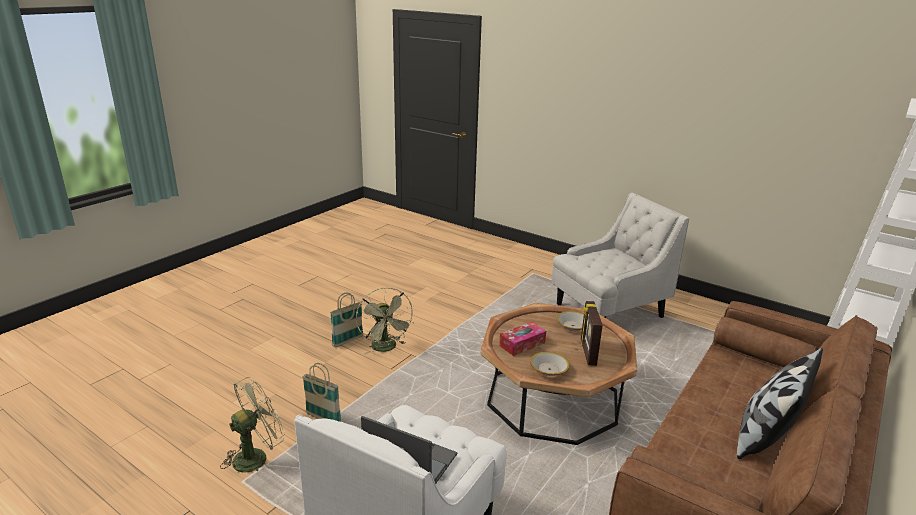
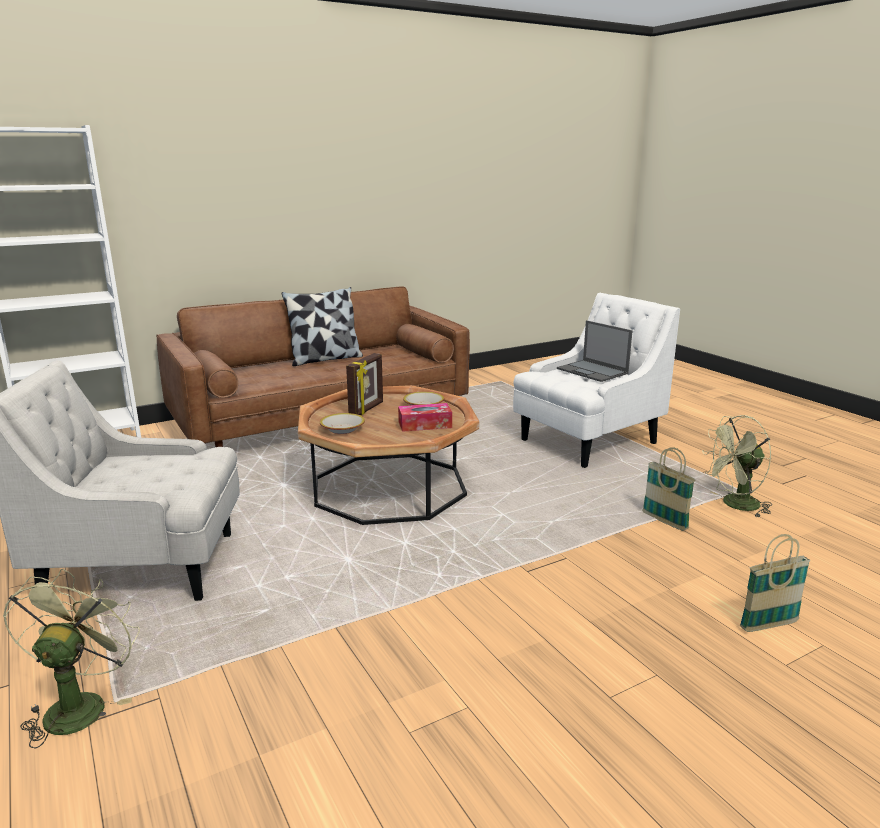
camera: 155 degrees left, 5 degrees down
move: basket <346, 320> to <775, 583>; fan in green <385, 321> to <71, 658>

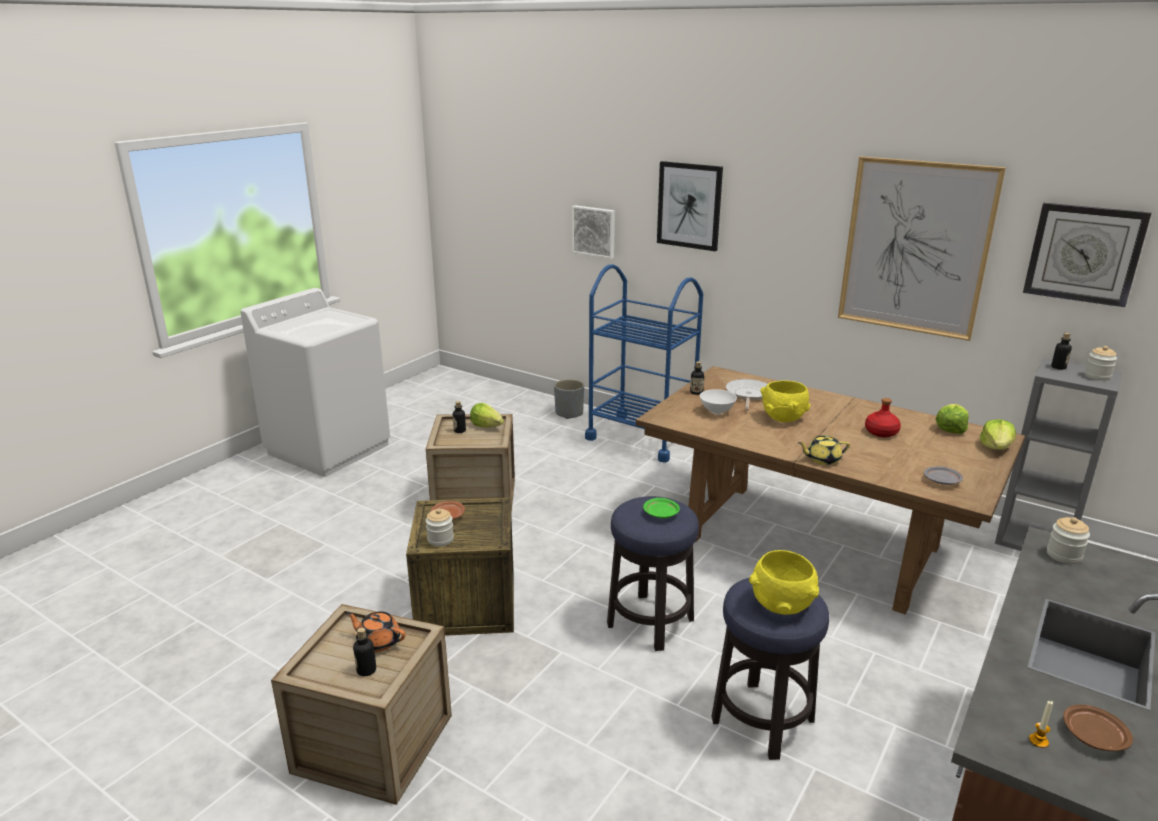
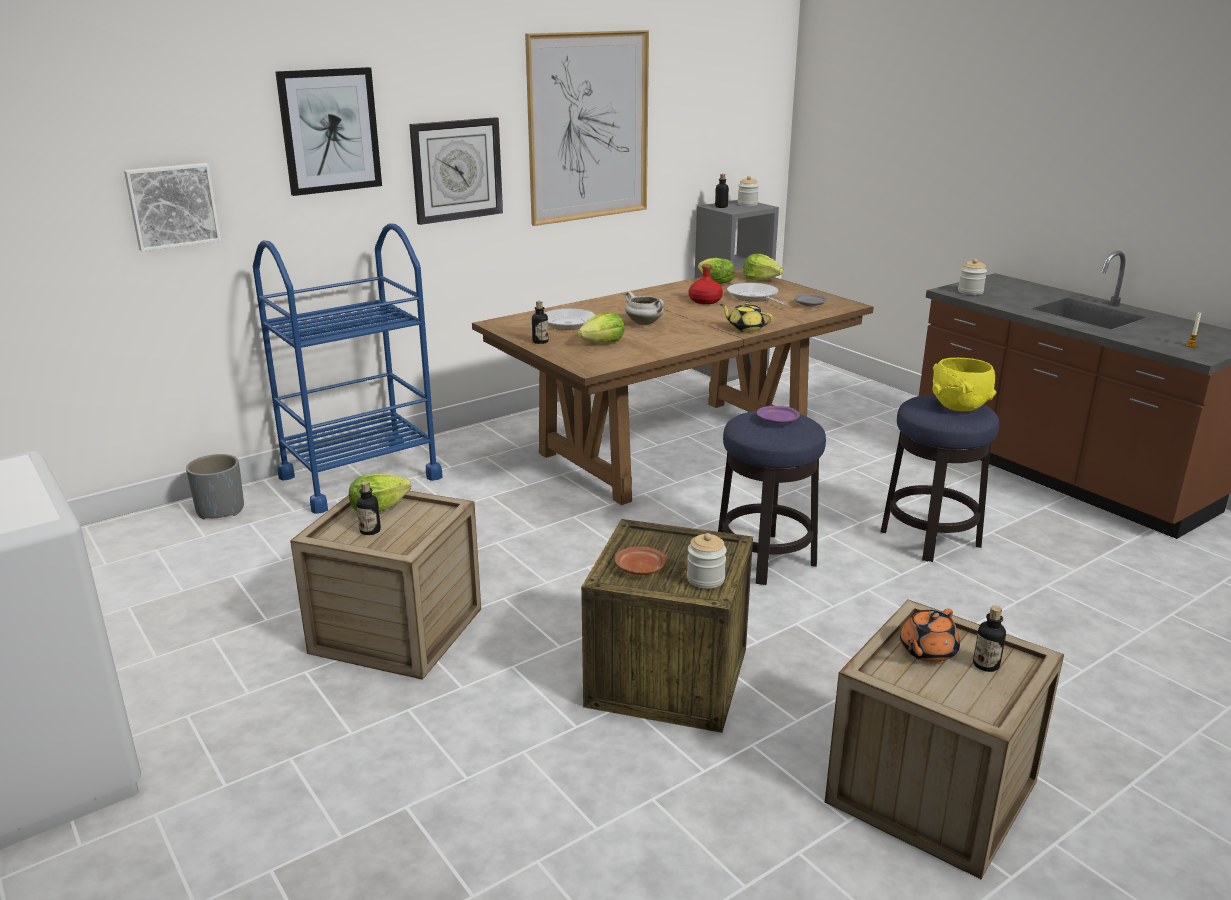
camera: 70 degrees left, 0 degrees up
delete: plate in brown <1098, 727>
insert: frying pan <757, 294>
move: wall clock <1087, 255> to <456, 171>
replace: bowl in white <718, 401> to lettuce <601, 327>; bowl in yellow <785, 401> to cooking pot in white <644, 308>
recolor: plate in green <661, 508> to plate in purple <778, 415>
rotate: teapot in yellow <824, 450> = <746, 317> 105 degrees clockwise

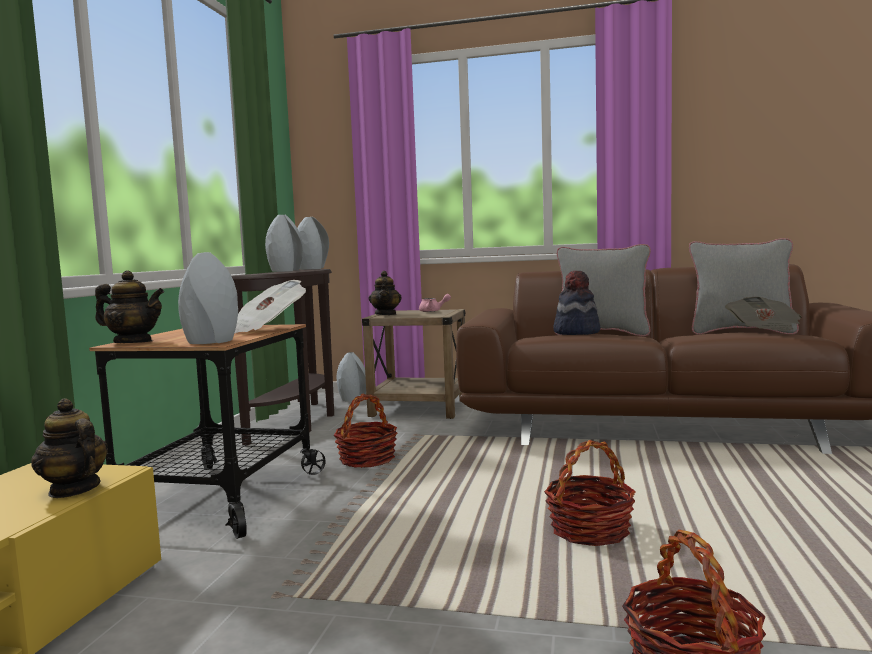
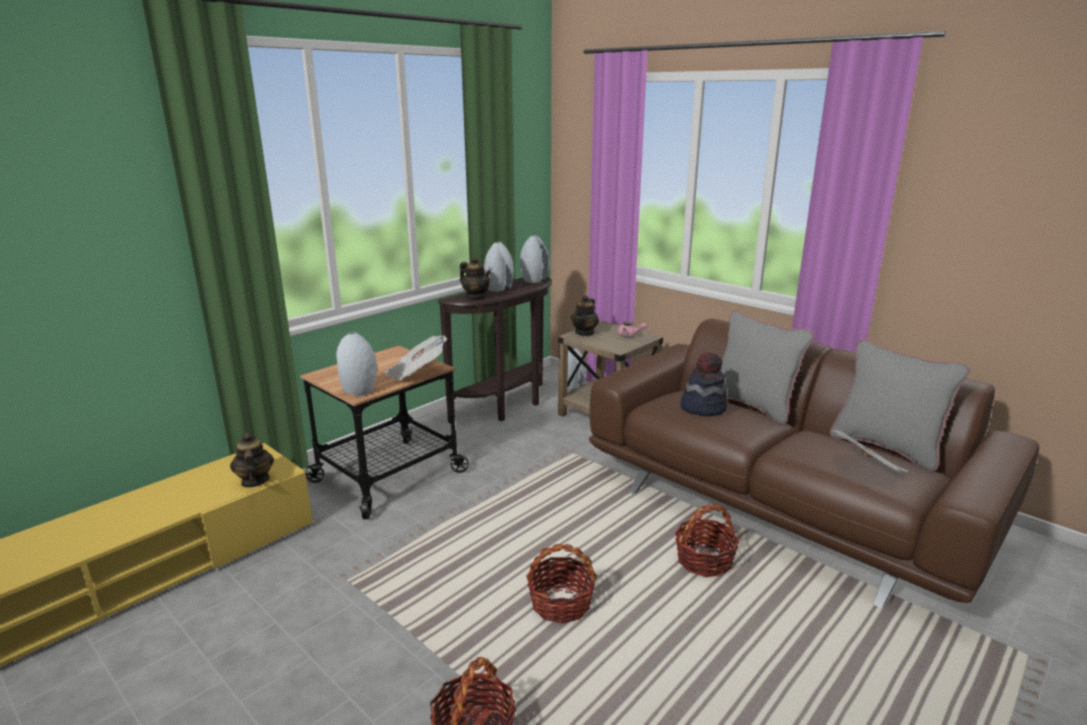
camera: 30 degrees right, 15 degrees up
move: teapot <129, 307> to <475, 278>; basket <365, 431> to <707, 540>

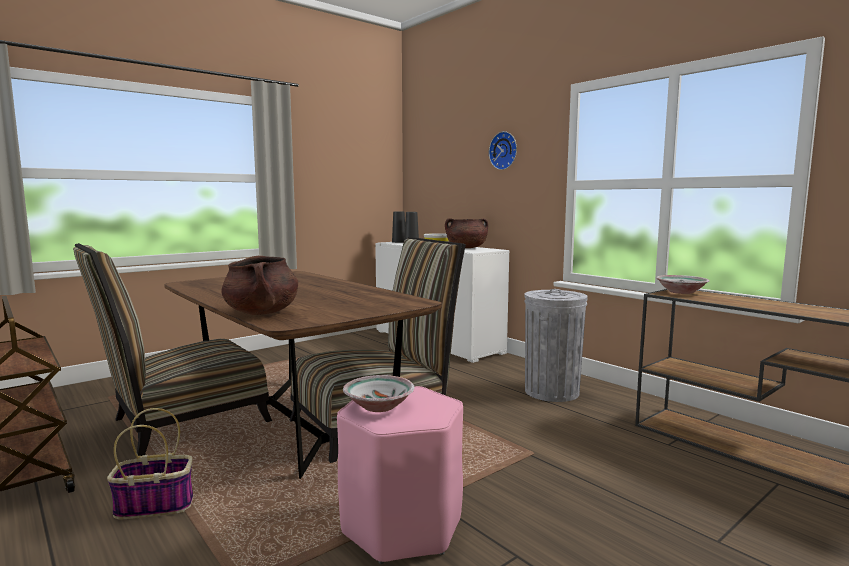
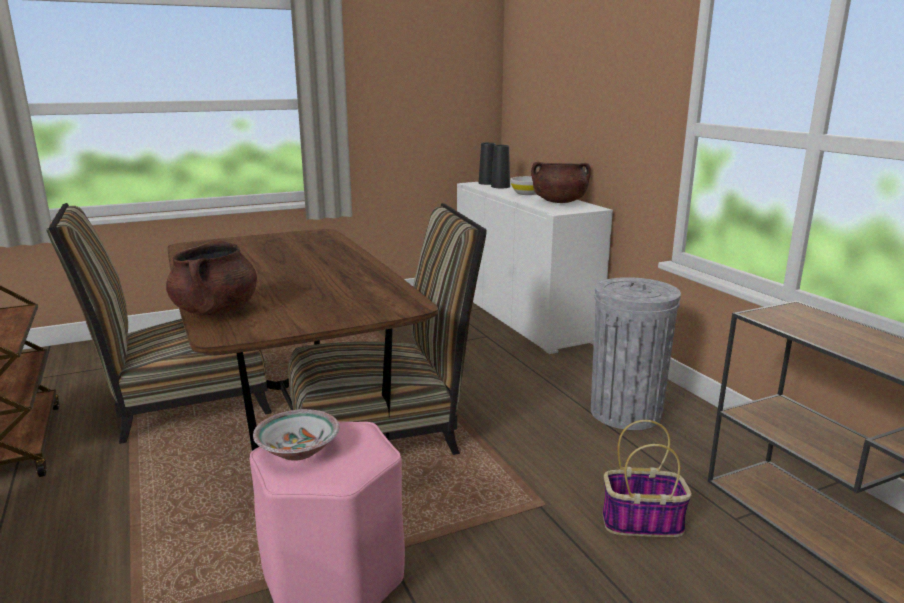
camera: 15 degrees right, 10 degrees up
delete: wall clock <503, 150>; bowl <682, 284>
move: basket <150, 463> to <647, 478>

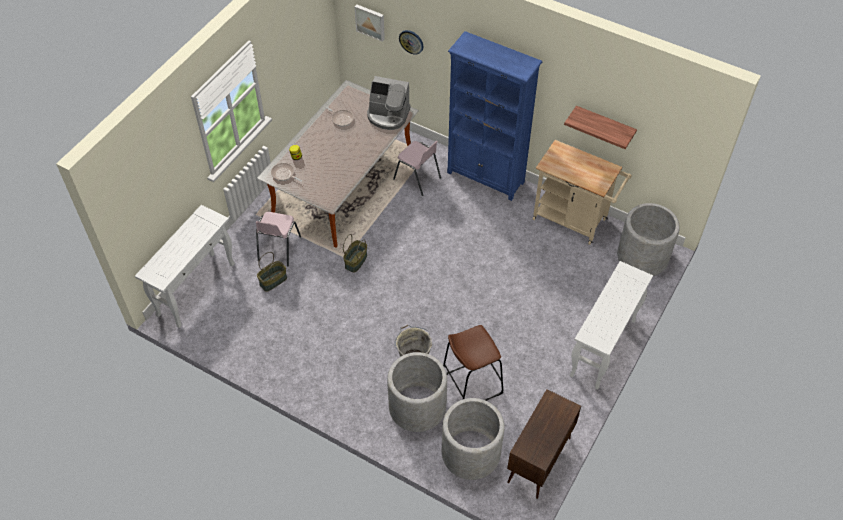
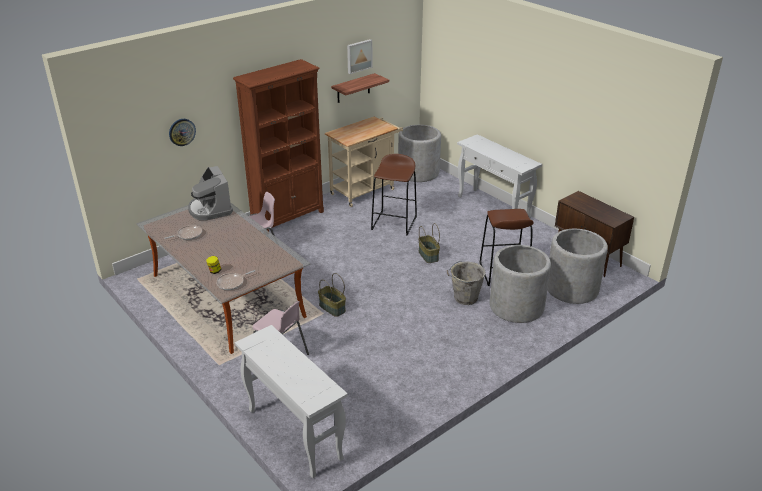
camera: 70 degrees left, 20 degrees down
insert: stool in brown <394, 195>
move: basket <272, 272> to <429, 243>; picture <369, 23> to <360, 56>
recolor: bookcase in blue <494, 116> to bookcase in brown <278, 145>
rotate: coffee machine <389, 103> = <210, 193> 120 degrees clockwise

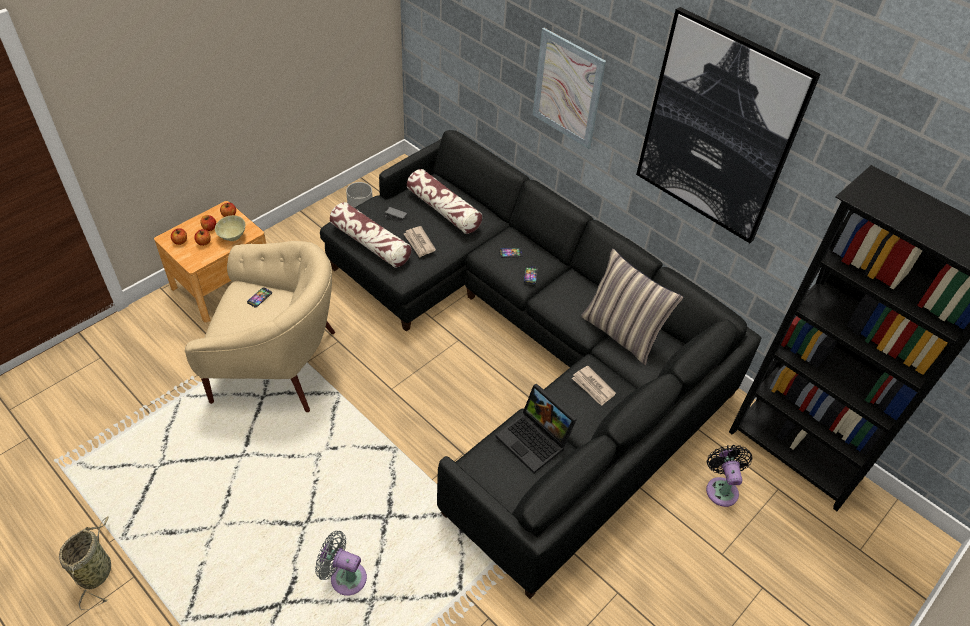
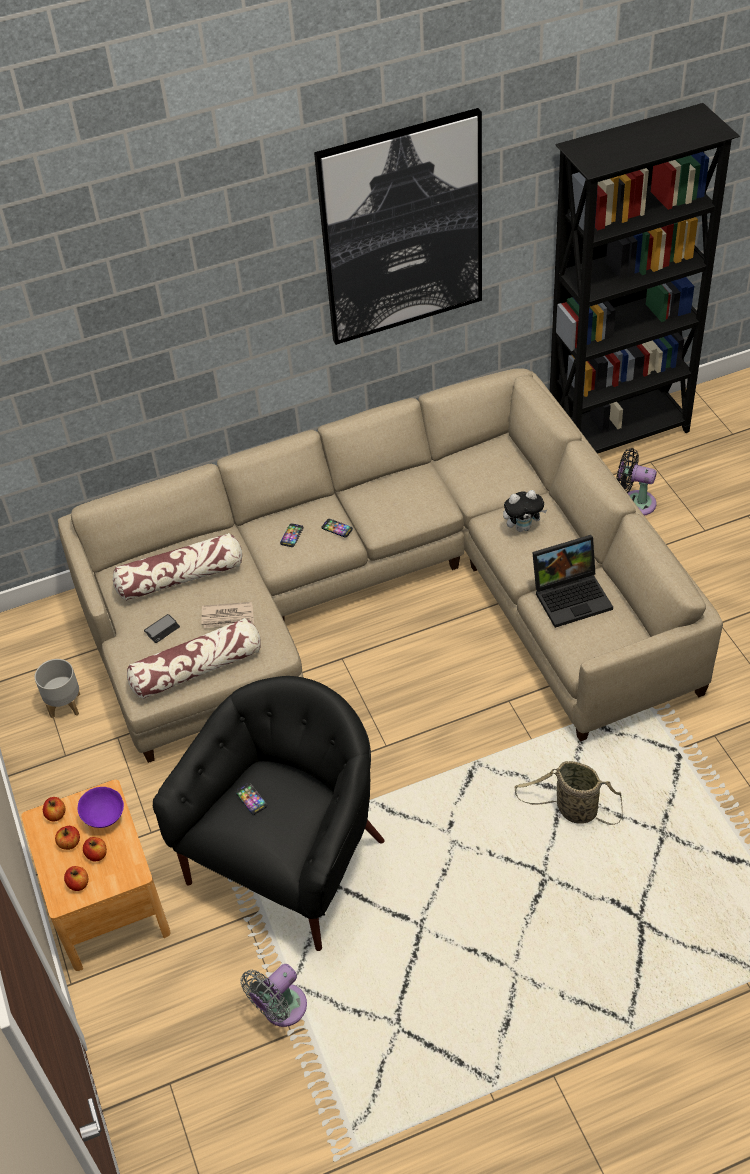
camera: 60 degrees left, 0 degrees up
delete: picture <569, 88>; pillow <632, 307>
move: basket <85, 563> to <569, 793>; fan in grey <341, 563> to <273, 995>
replace: newspaper <594, 385> to plush toy <525, 511>
recolor: armchair in beige <260, 326> to armchair in black <269, 813>; bowl in beige <230, 228> to bowl in purple <101, 807>; sofa in black <540, 364> to sofa in beige <390, 565>

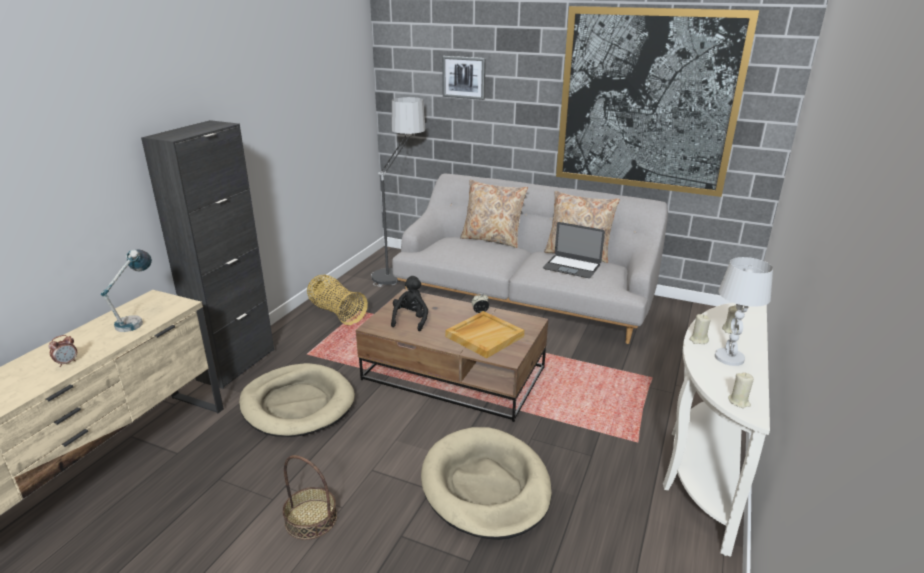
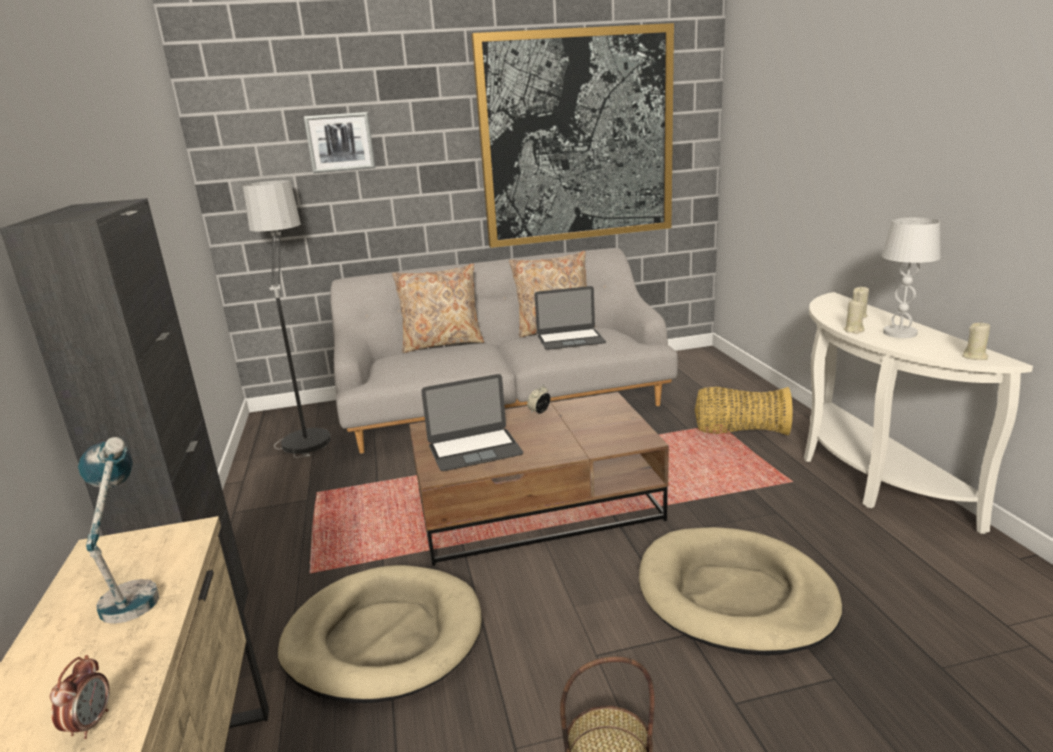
camera: 35 degrees left, 5 degrees down
delete: tray in beige <484, 334>
move: basket <337, 300> to <744, 411>
replace: plush toy in black <409, 303> to laptop <472, 422>

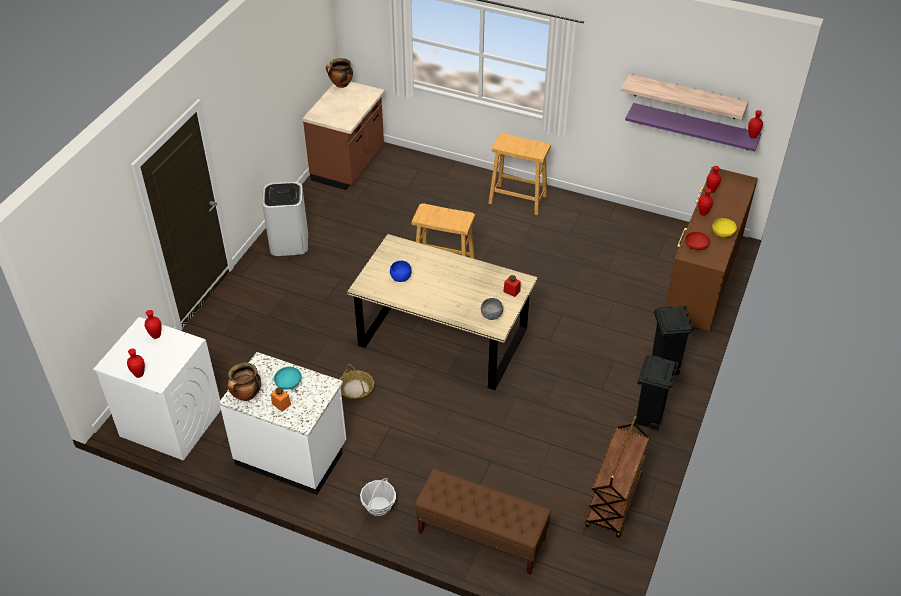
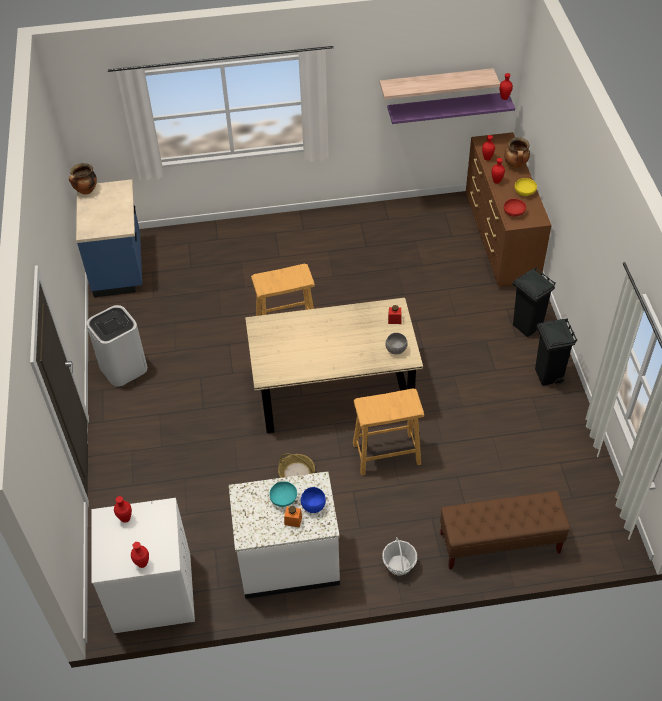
camera: 30 degrees left, 5 degrees up
delete: cart in brown <617, 477>
move: cooking pot <244, 382> to <517, 153>; bowl in blue <401, 271> to <313, 500>; stool in beige <519, 174> to <388, 431>
recolor: counter in brown <343, 135> to counter in blue <109, 238>

